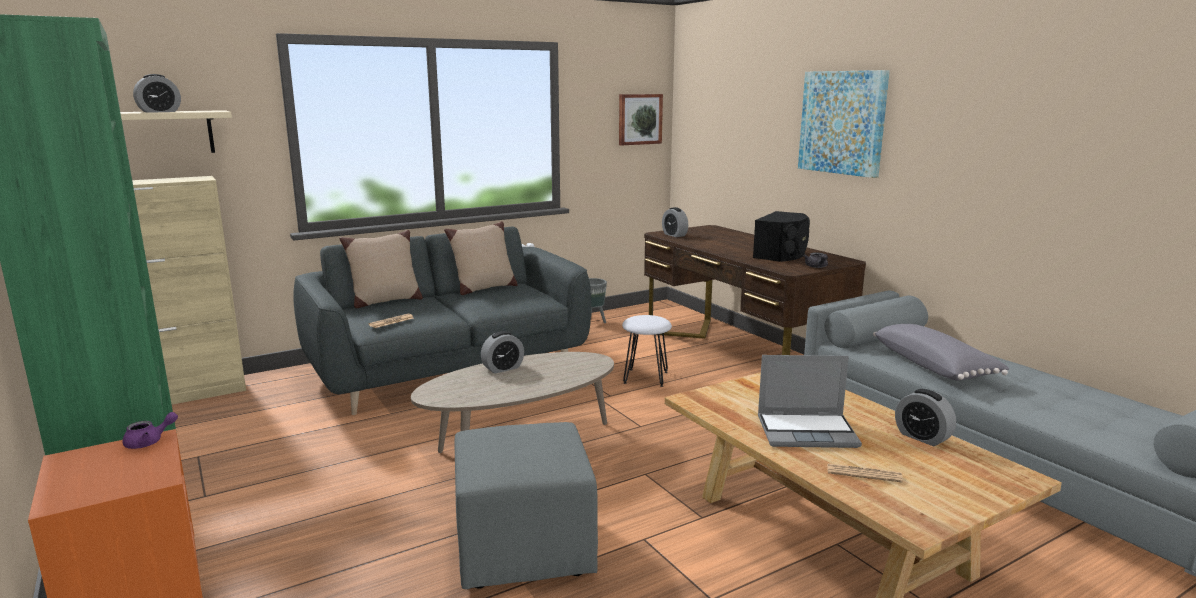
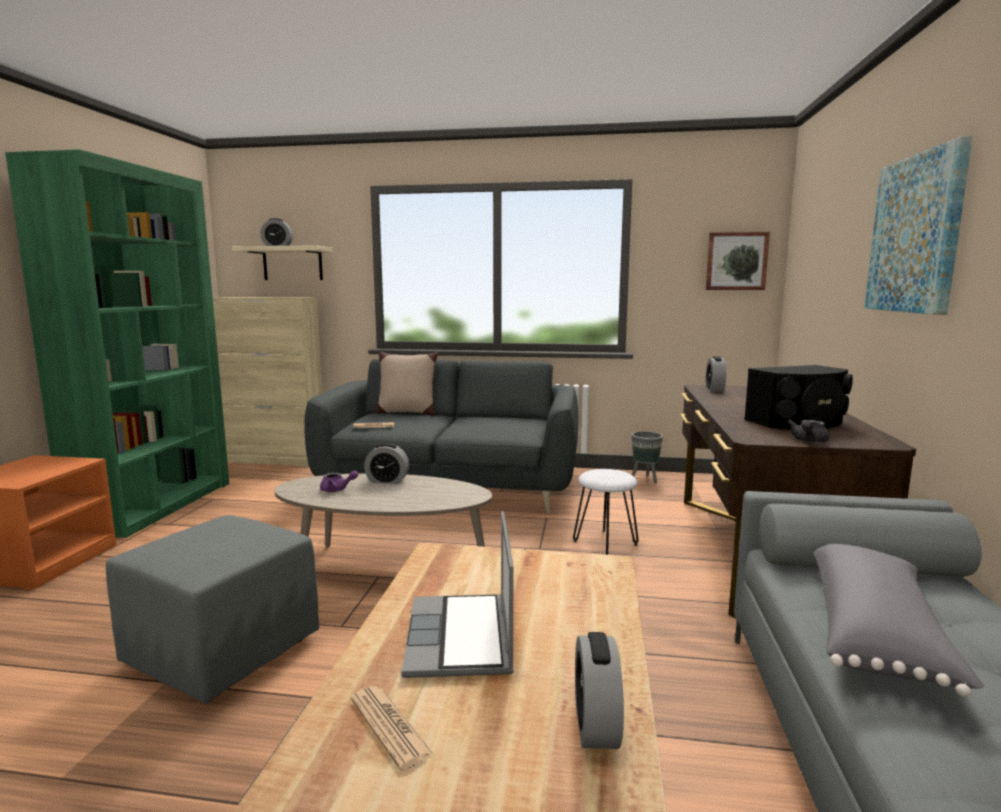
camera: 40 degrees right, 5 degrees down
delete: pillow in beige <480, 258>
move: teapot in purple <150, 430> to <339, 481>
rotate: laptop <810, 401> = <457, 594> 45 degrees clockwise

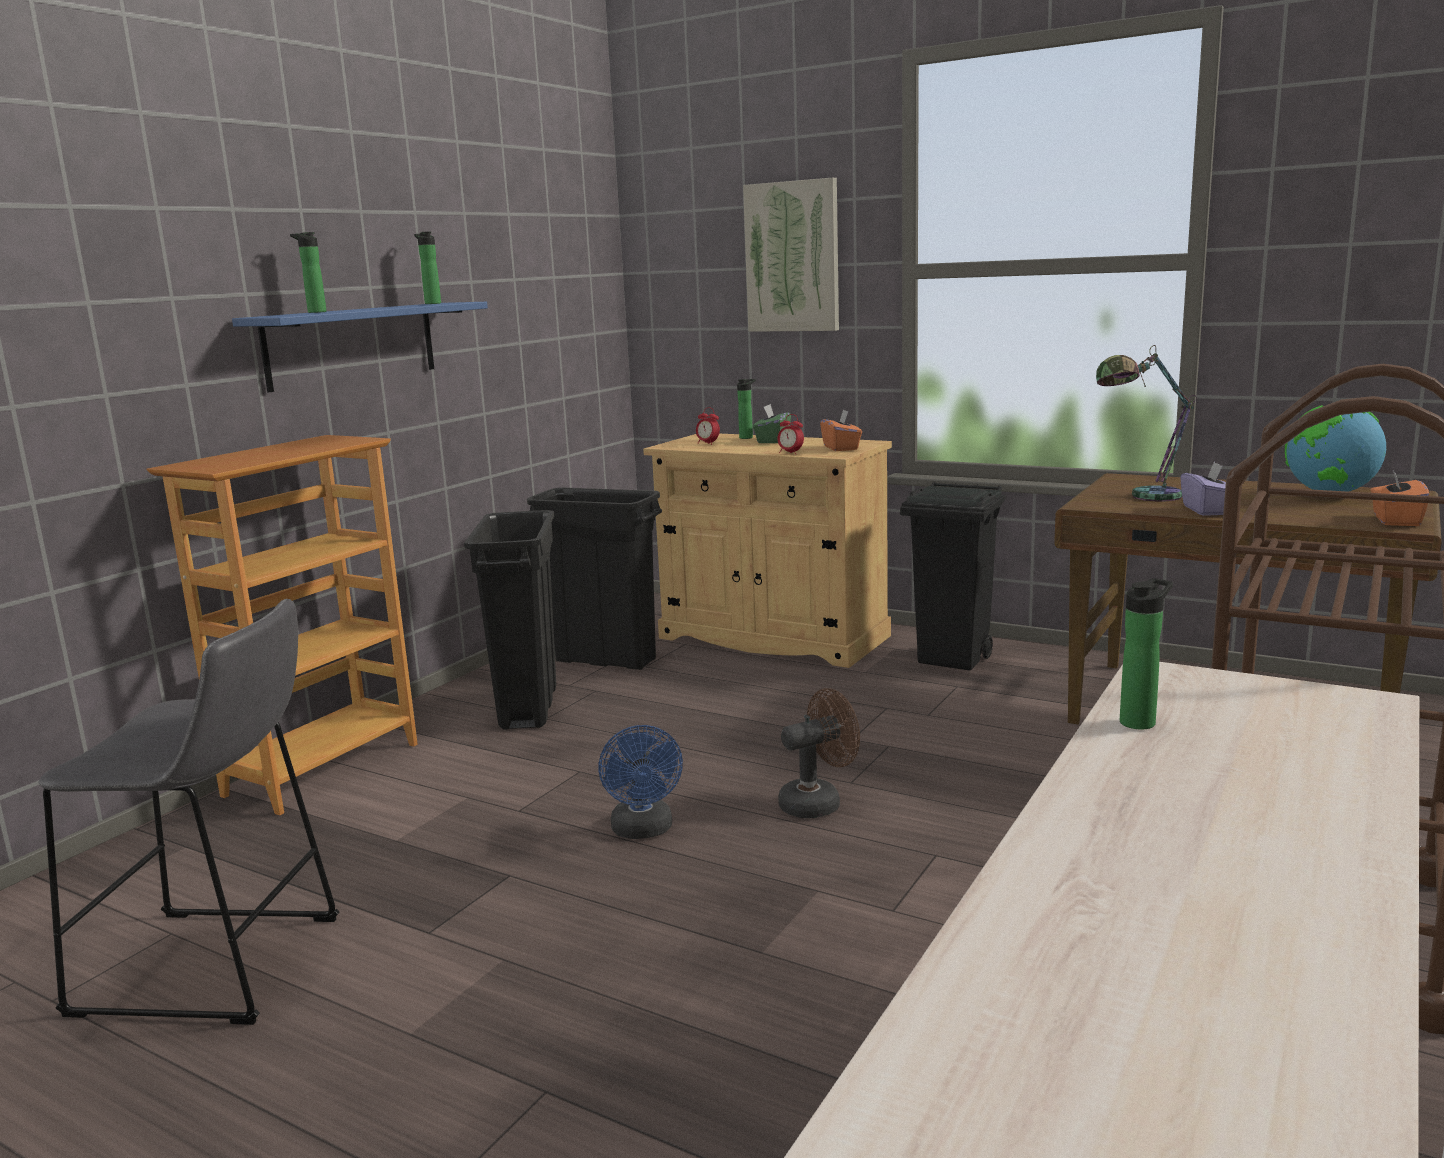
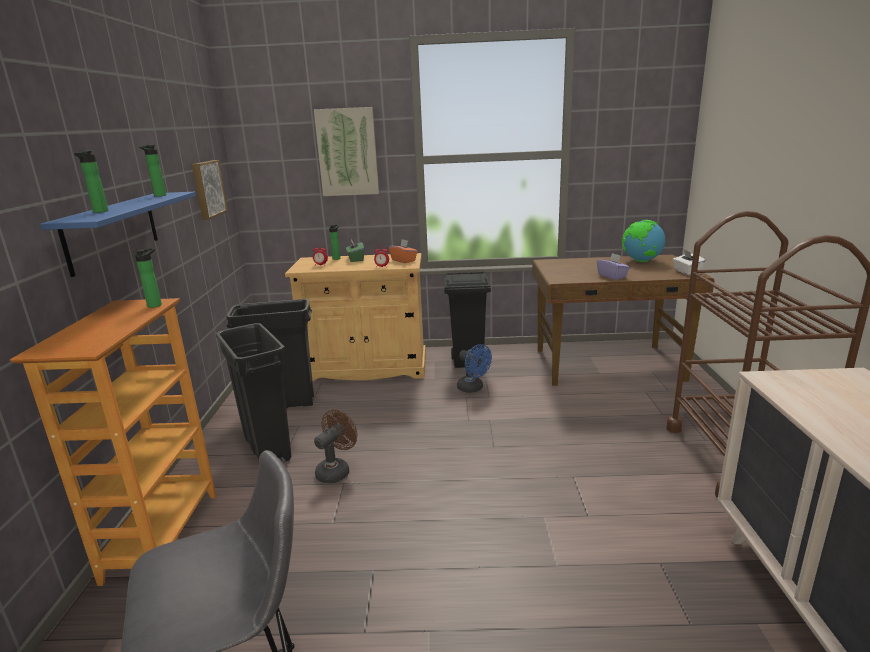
camera: 30 degrees left, 5 degrees up
delete: table lamp <1146, 423>
insert: picture <210, 190>
move: fan in blue <640, 782> to <474, 368>; fan in brown <819, 753> to <335, 446>; bottle <1146, 653> to <148, 278>
recolor: tissue box in orange <1400, 498> to tissue box in white <689, 262>

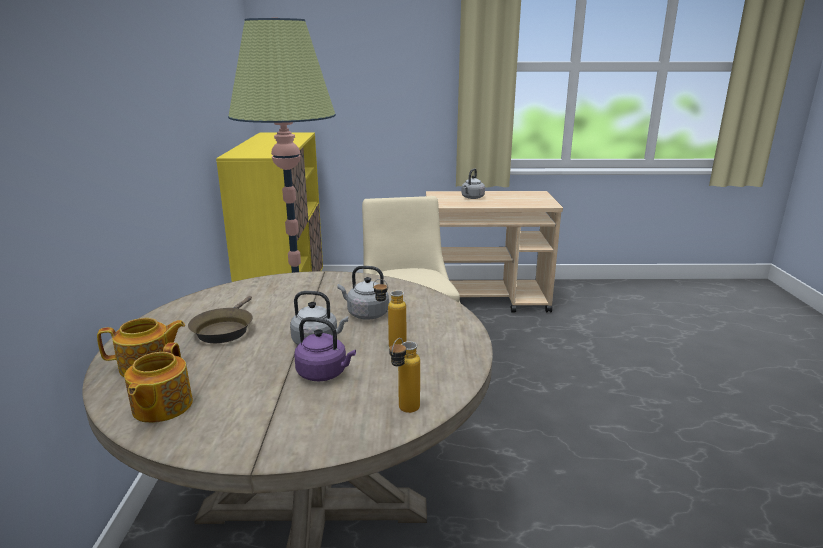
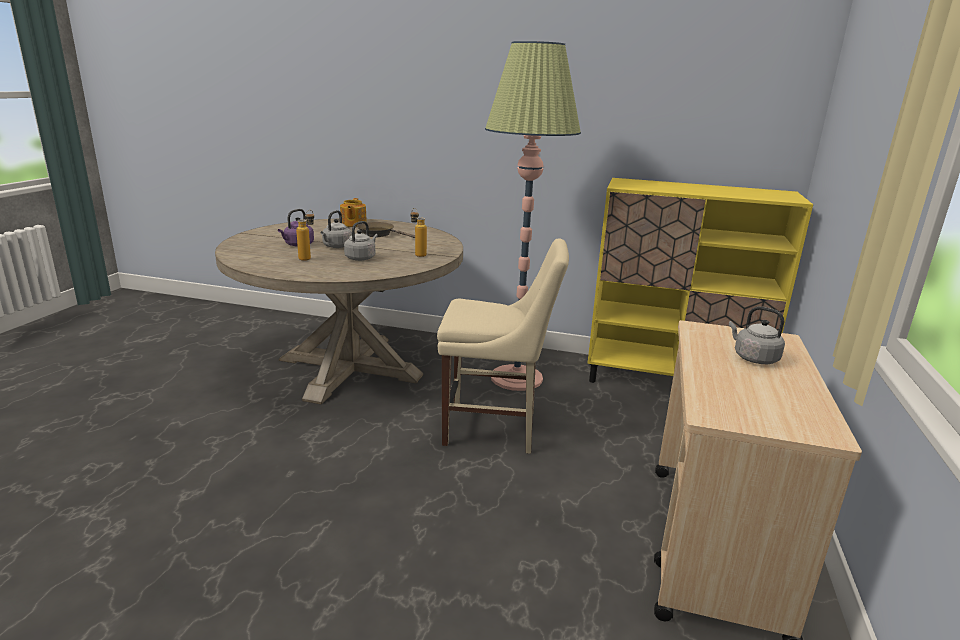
camera: 105 degrees right, 0 degrees up
delete: teapot <158, 383>
move: bottle <404, 375> to <418, 232>

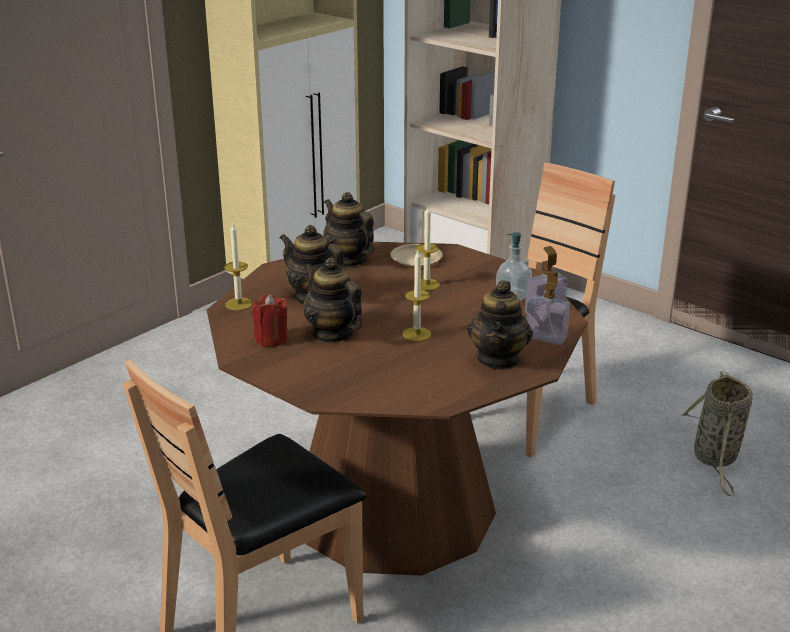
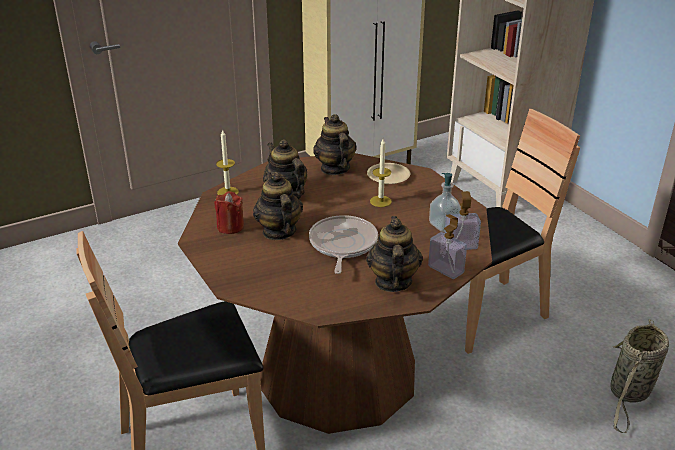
camera: 20 degrees right, 5 degrees up
replace: candle <417, 296> to frying pan <343, 244>
rotate: teapot <500, 325> = <394, 254> 150 degrees clockwise

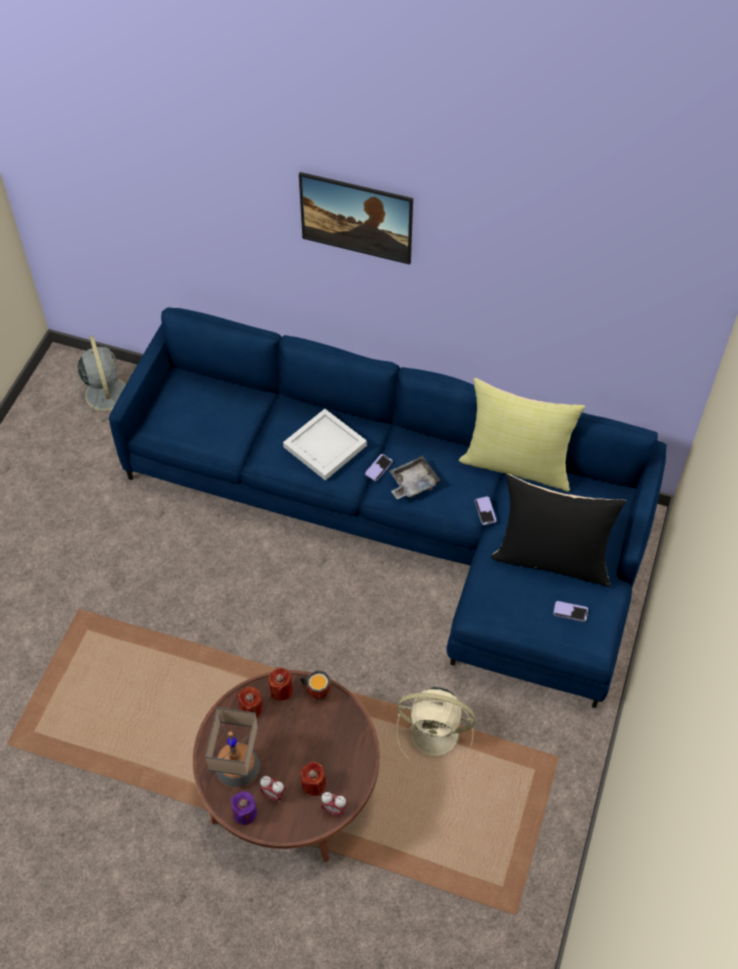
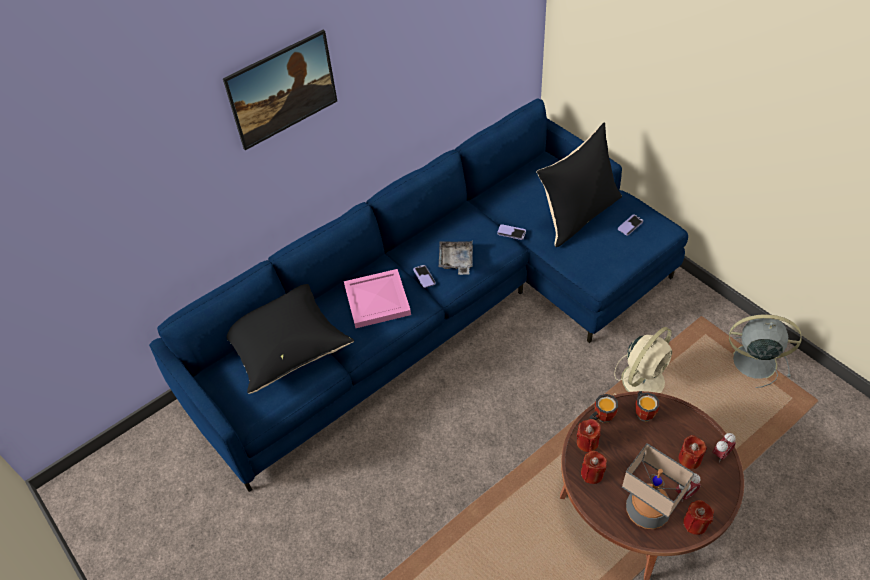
camera: 55 degrees left, 5 degrees down
delete: pillow in yellow <522, 435>
insert: pillow in black <290, 339>; mug <647, 406>
move: fan in grey <102, 378> to <765, 351>
recolor: candle in purple <244, 808> to candle in red <698, 517>; tray in white <325, 445> to tray in pink <377, 298>

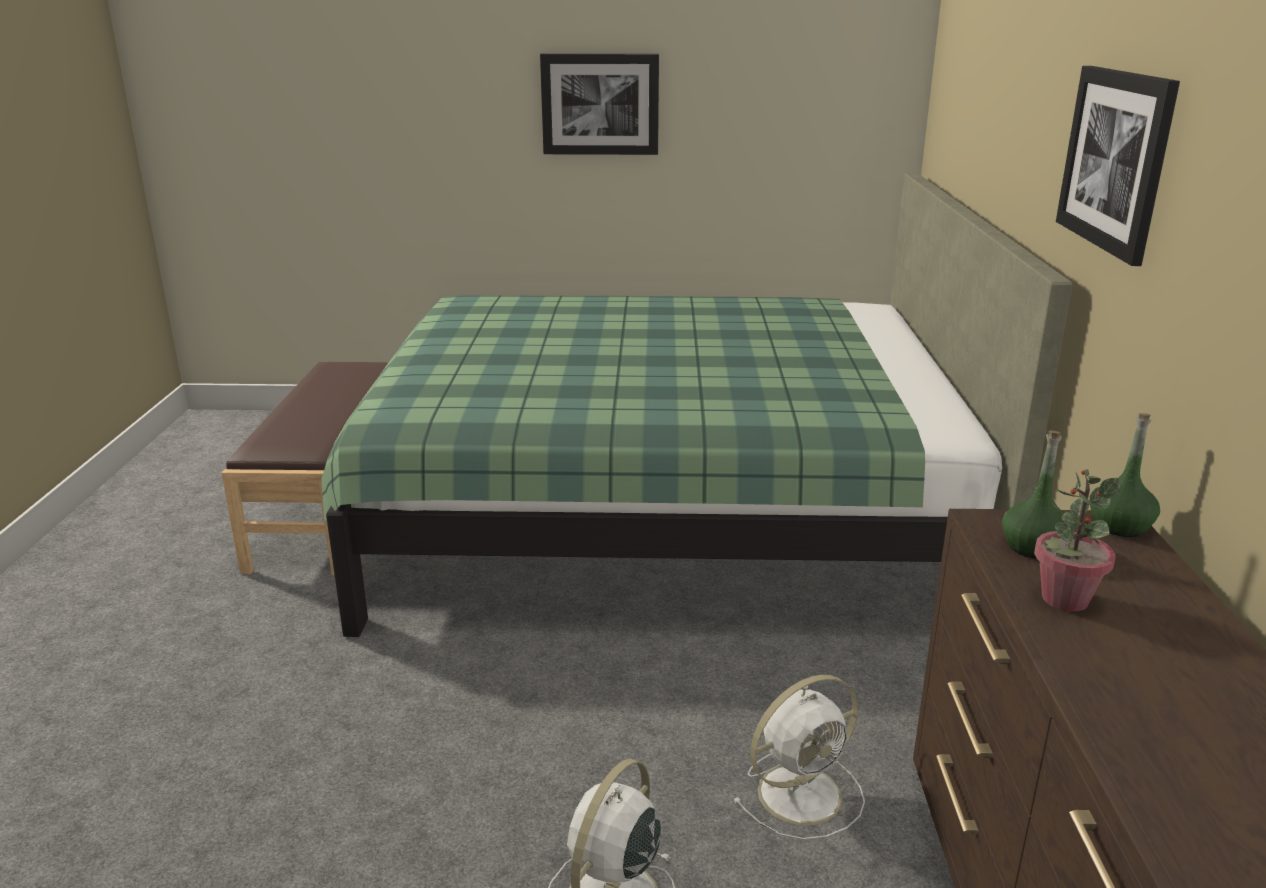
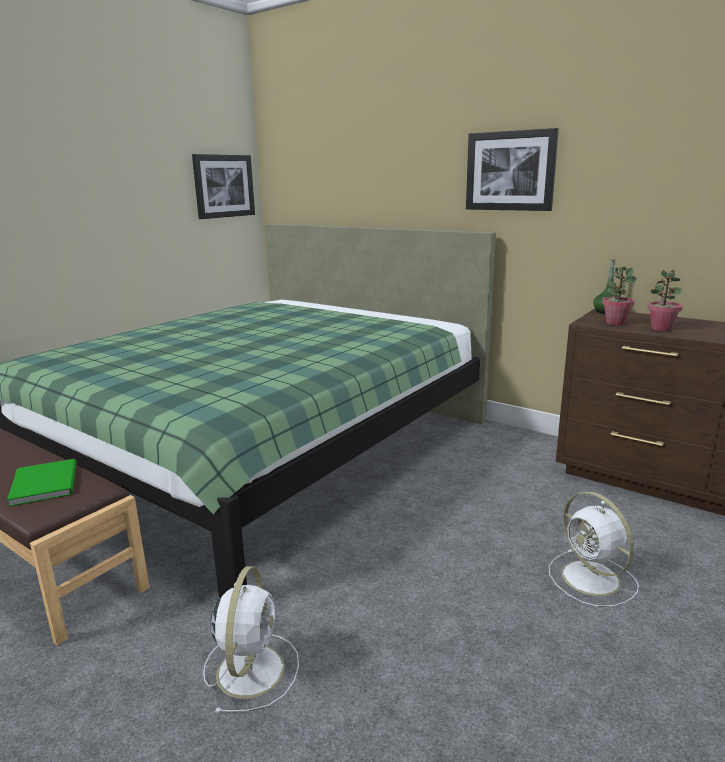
camera: 55 degrees left, 5 degrees down
insert: book in green <41, 482>
move: picture <599, 104> to <223, 186>; fan in white <799, 757> to <251, 640>
replace: bottle in green <1038, 494> to potted plant <619, 295>

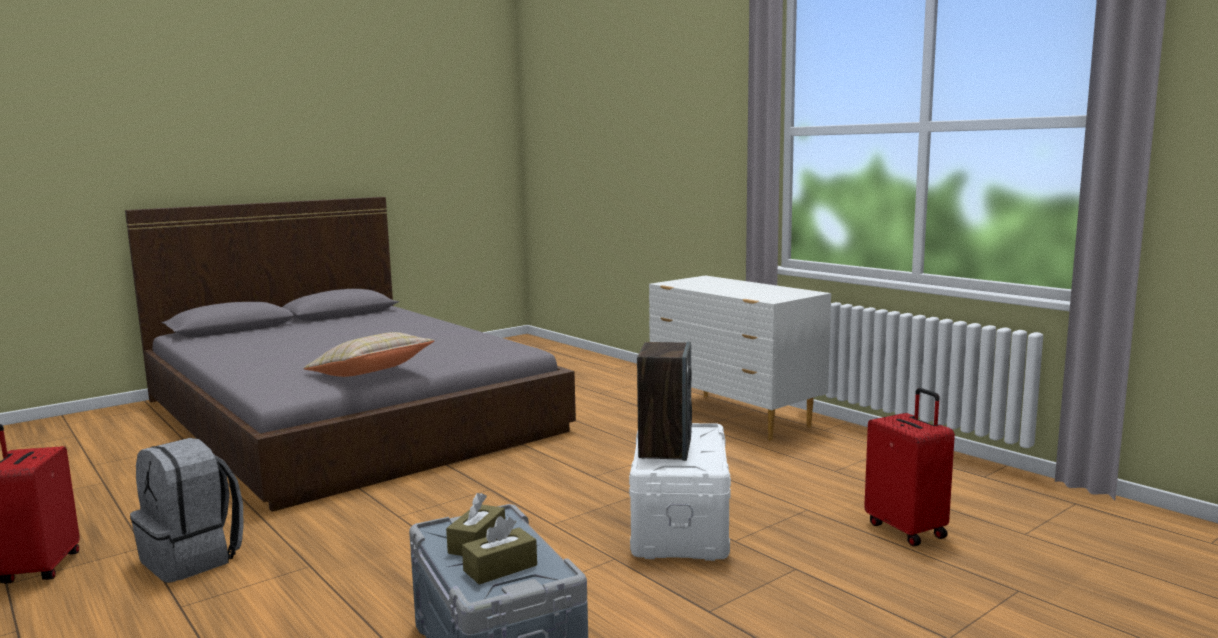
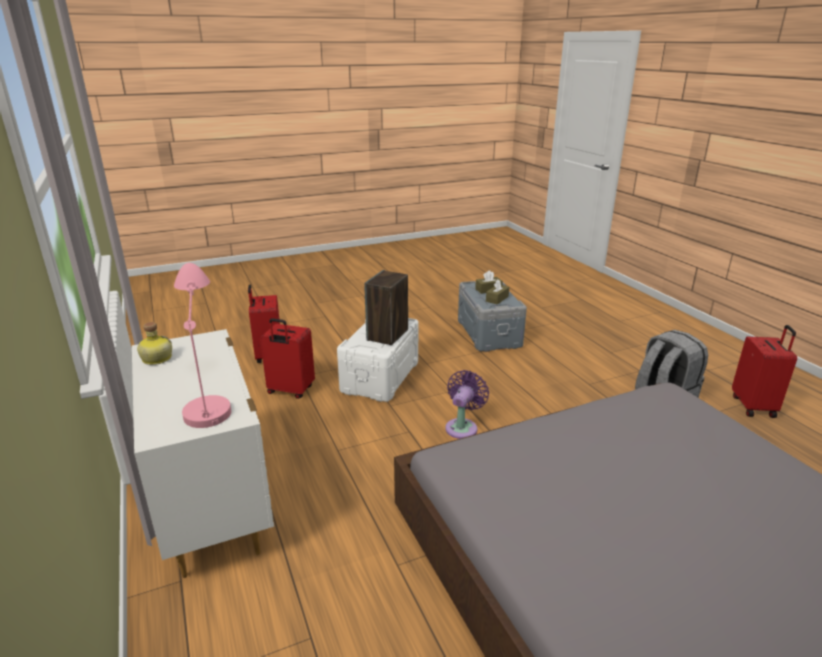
camera: 165 degrees left, 15 degrees up
delete: pillow in beige <369, 354>
insert: bottle <154, 343>; table lamp in pink <202, 345>; suitcase in red <287, 358>; fan in purple <467, 404>

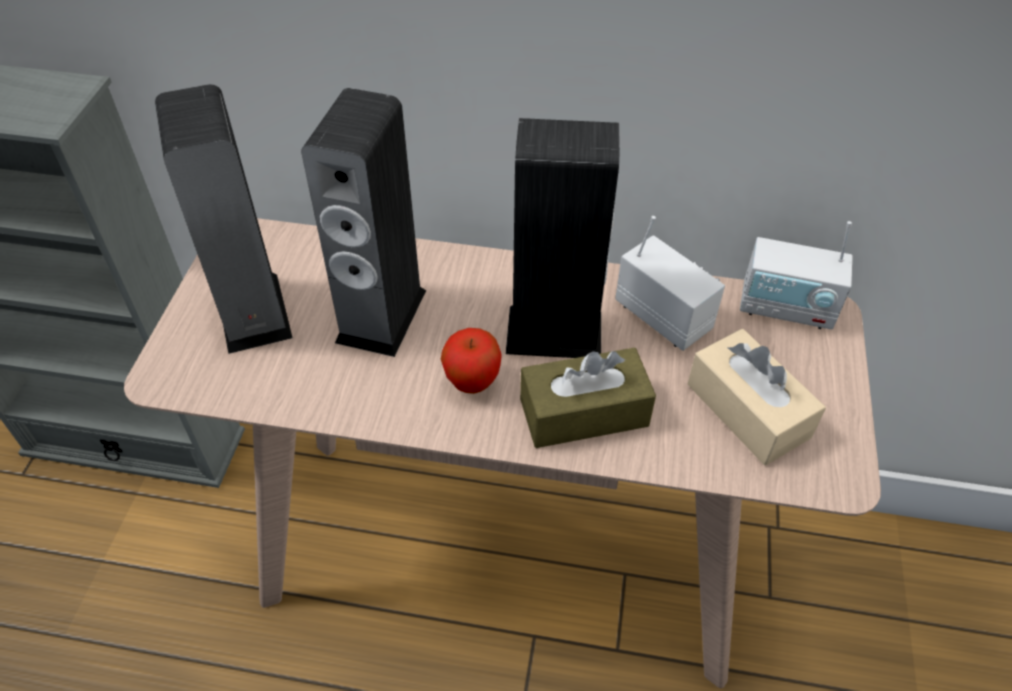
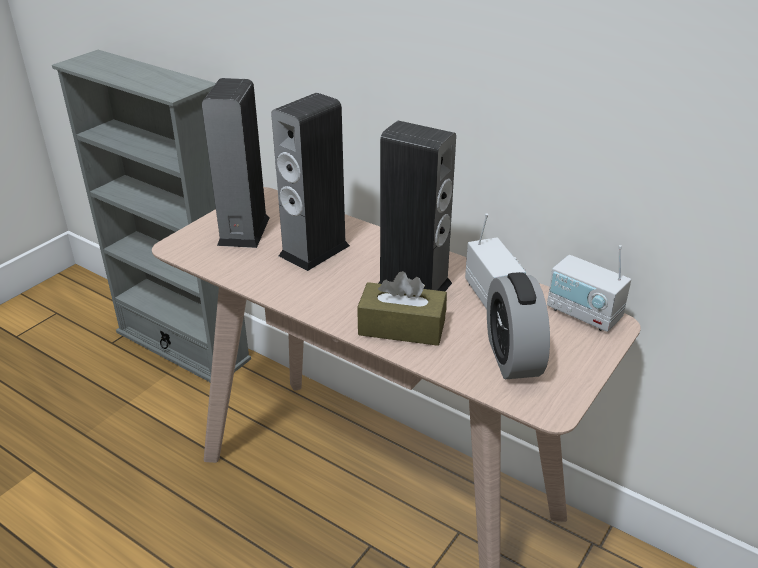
camera: 25 degrees right, 15 degrees down
delete: apple <471, 361>
replace: tissue box in beige <756, 397> to alarm clock <518, 325>

